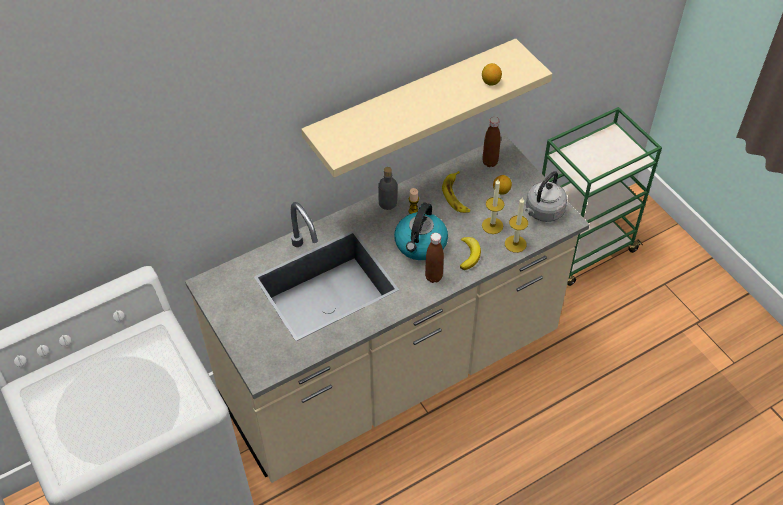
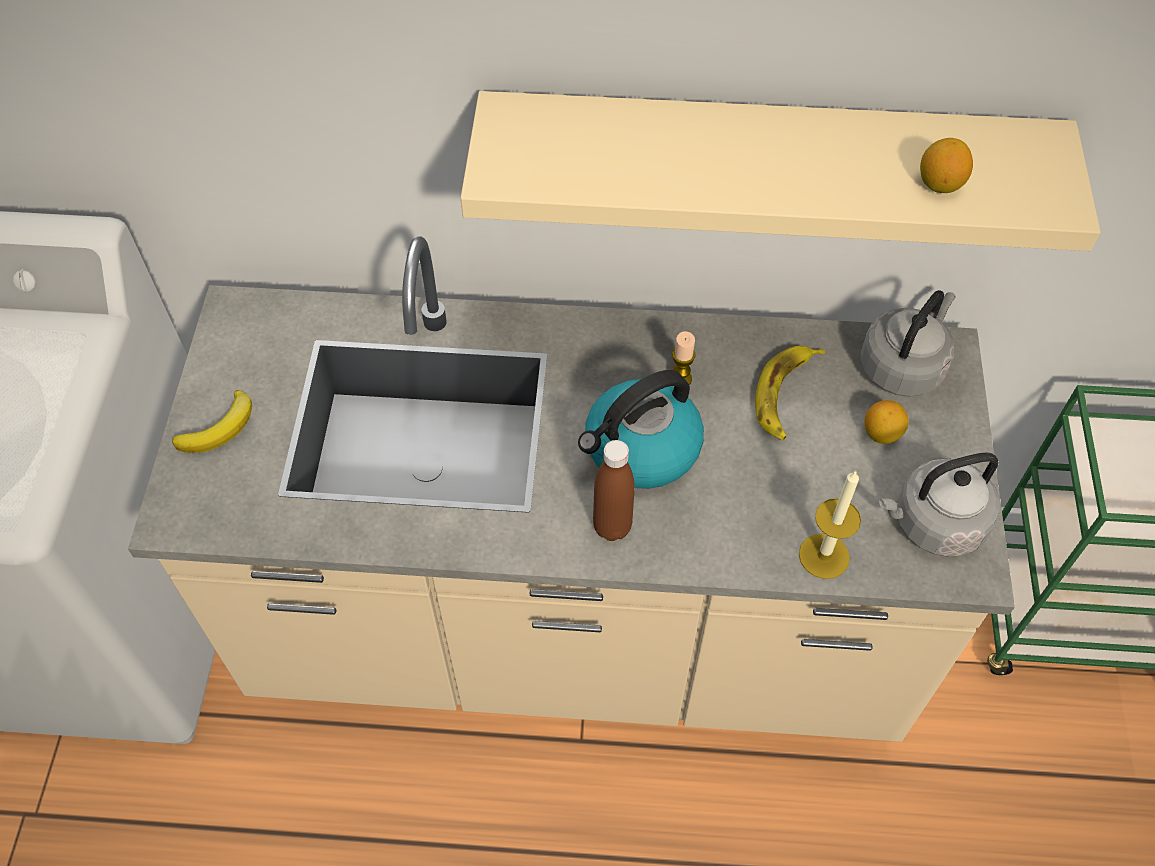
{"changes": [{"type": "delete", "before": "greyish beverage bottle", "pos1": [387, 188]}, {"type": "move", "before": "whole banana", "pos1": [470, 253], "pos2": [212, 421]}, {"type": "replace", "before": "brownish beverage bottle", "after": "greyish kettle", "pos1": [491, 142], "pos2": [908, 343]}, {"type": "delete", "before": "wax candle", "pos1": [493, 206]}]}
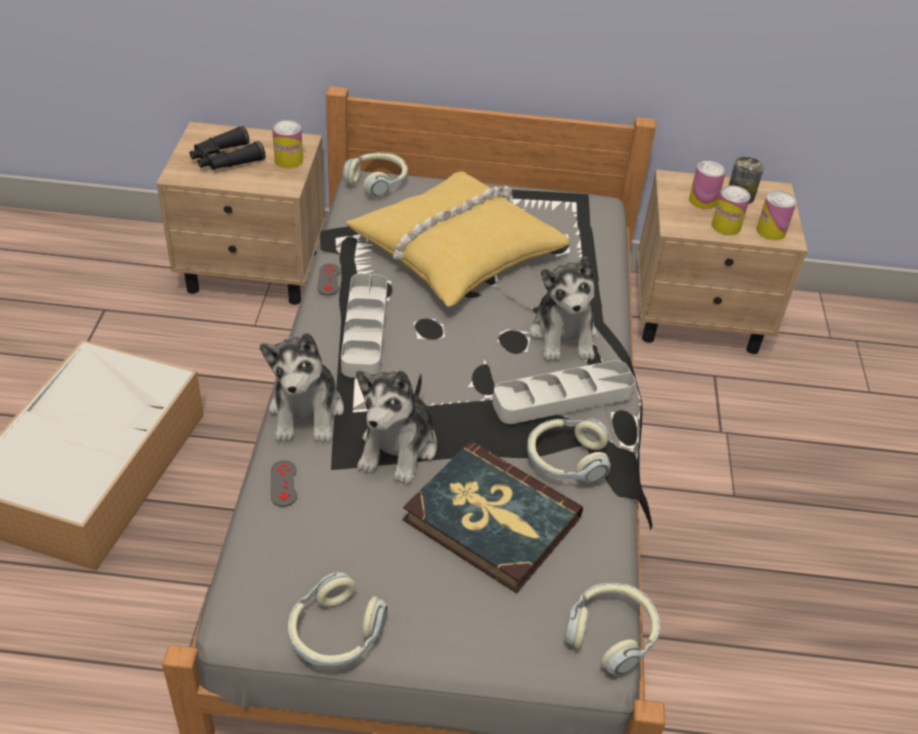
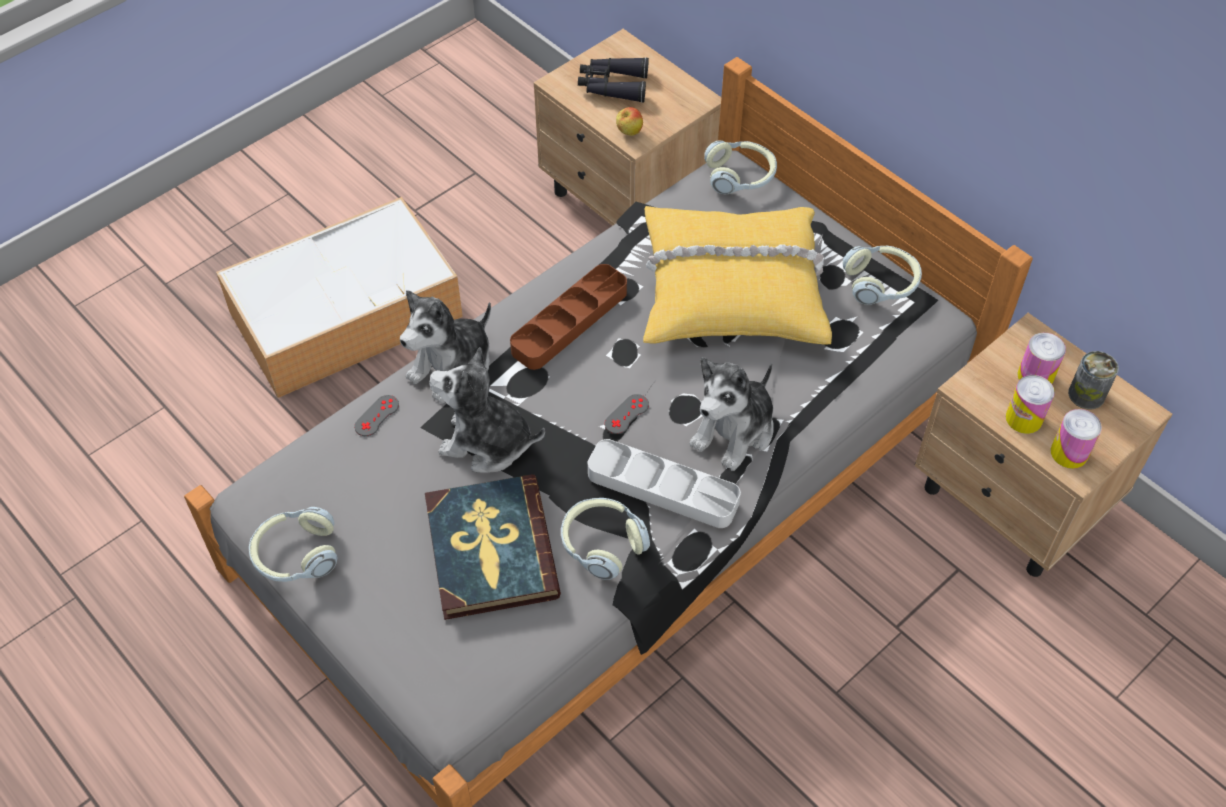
{"changes": [{"type": "delete", "before": "metal can", "pos1": [287, 144]}, {"type": "move", "before": "greyish game controller", "pos1": [328, 279], "pos2": [627, 414]}, {"type": "recolor", "before": "greyish carrying tray", "after": "brownish carrying tray", "pos1": [364, 325], "pos2": [568, 317]}, {"type": "rotate", "before": "cuddly toy", "pos1": [396, 427], "pos2": [487, 410], "turn": 45}, {"type": "move", "before": "headset", "pos1": [612, 629], "pos2": [882, 275]}, {"type": "insert", "after": "apple", "pos2": [629, 121]}]}
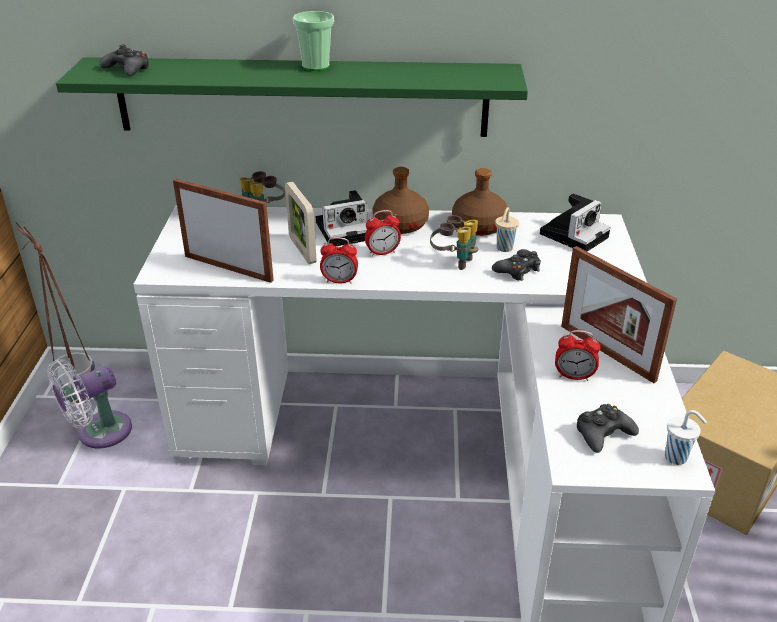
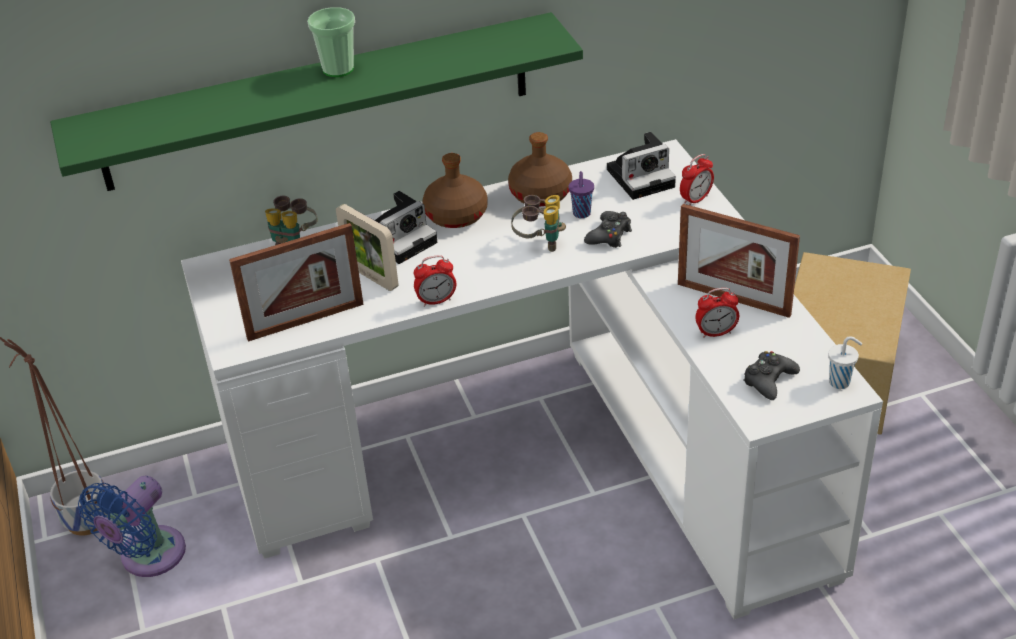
{"changes": [{"type": "recolor", "before": "whitish fan", "after": "blue fan", "pos1": [89, 404], "pos2": [132, 526]}, {"type": "delete", "before": "black-coloured game controller", "pos1": [124, 60]}, {"type": "rotate", "before": "standing frame", "pos1": [223, 231], "pos2": [296, 282], "turn": 150}, {"type": "move", "before": "bedside clock", "pos1": [383, 233], "pos2": [697, 180]}, {"type": "recolor", "before": "beige-coloured drinking cup", "after": "purple drinking cup", "pos1": [507, 229], "pos2": [581, 194]}, {"type": "rotate", "before": "still camera", "pos1": [575, 223], "pos2": [641, 166], "turn": 45}]}
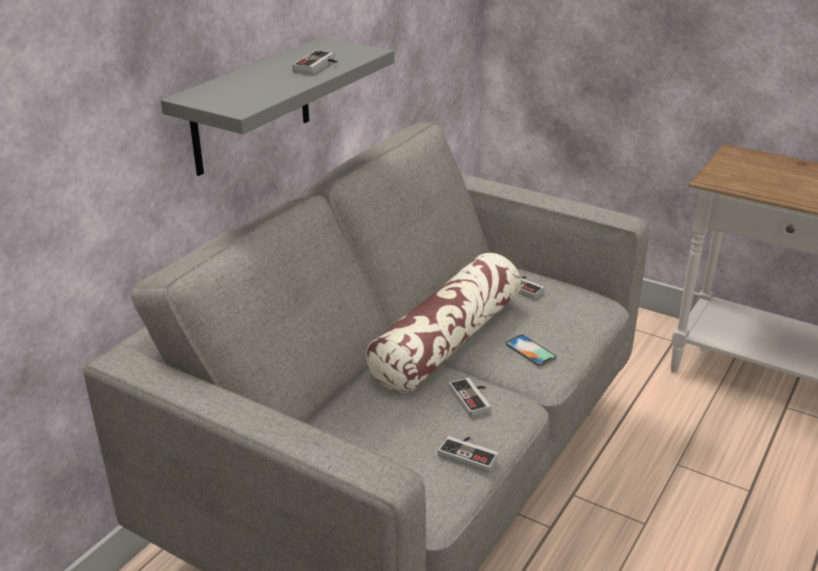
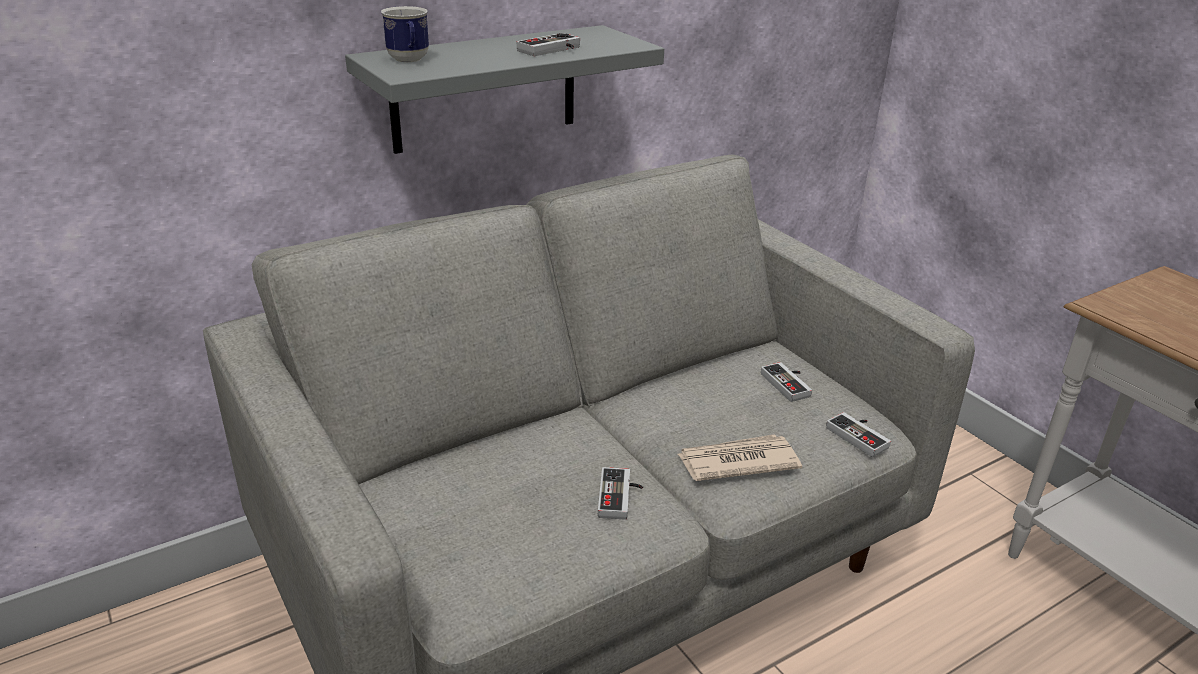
{"changes": [{"type": "delete", "before": "pillow", "pos1": [443, 323]}, {"type": "move", "before": "game controller", "pos1": [468, 454], "pos2": [858, 434]}, {"type": "replace", "before": "phone", "after": "daily paper", "pos1": [531, 350], "pos2": [739, 457]}, {"type": "insert", "after": "mug", "pos2": [405, 34]}]}
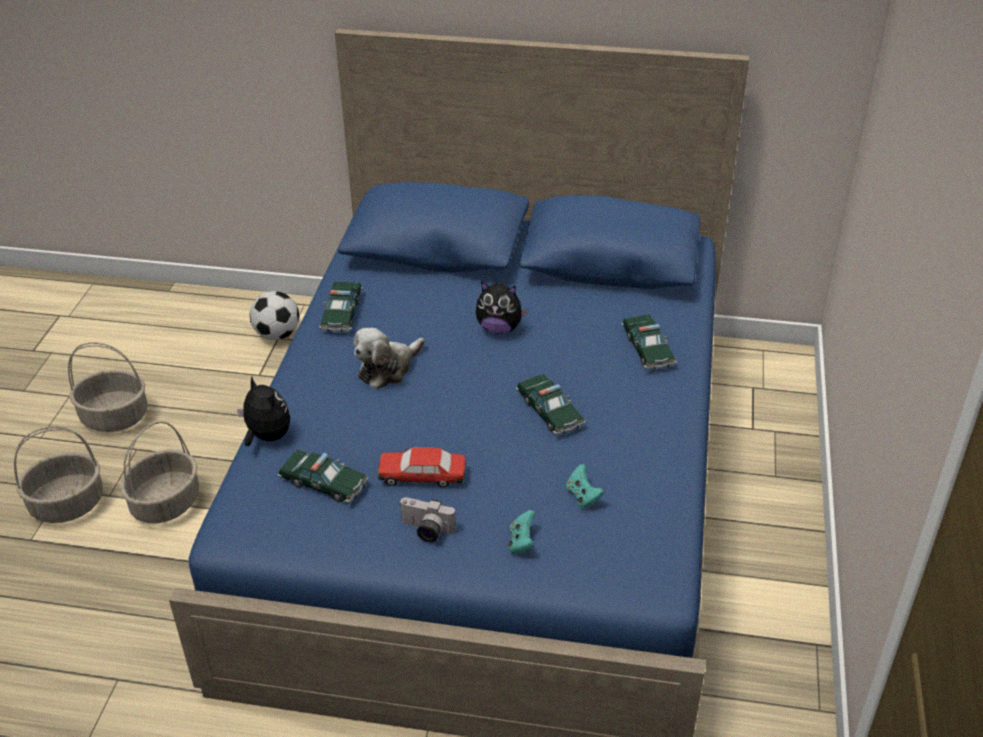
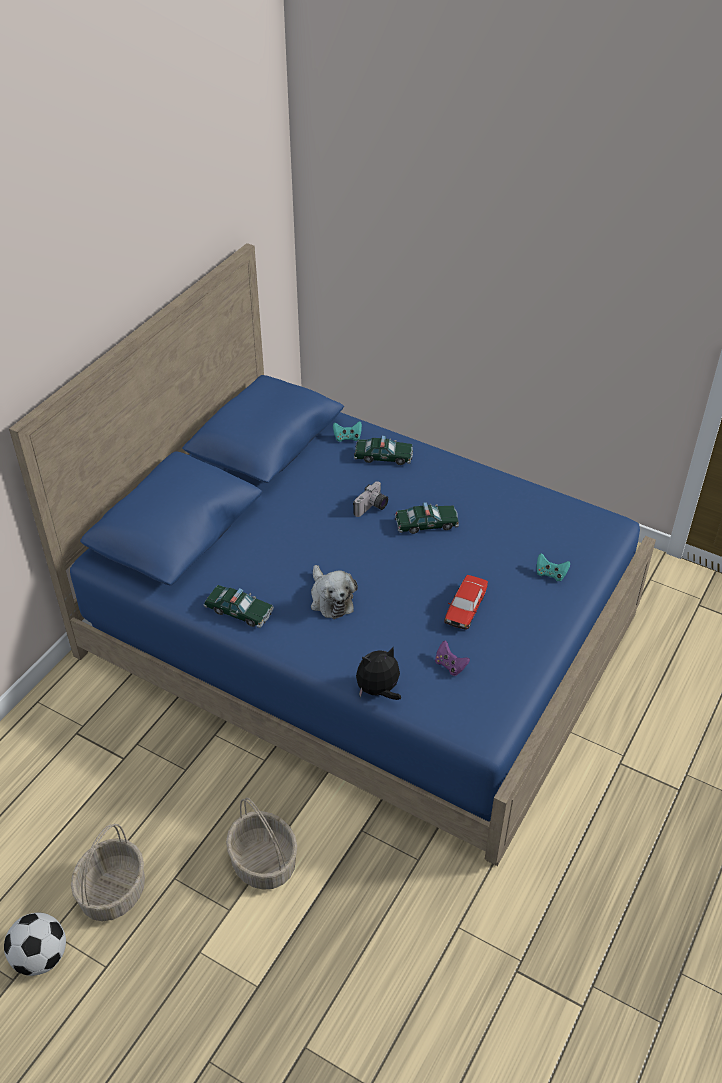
{"changes": [{"type": "delete", "before": "basket", "pos1": [58, 474]}, {"type": "move", "before": "football ball", "pos1": [274, 315], "pos2": [35, 944]}, {"type": "replace", "before": "miniature car", "after": "purple game controller", "pos1": [323, 476], "pos2": [452, 658]}, {"type": "move", "before": "still camera", "pos1": [428, 519], "pos2": [370, 499]}, {"type": "delete", "before": "cuddly toy", "pos1": [502, 307]}, {"type": "move", "before": "turquoise-coloured game controller", "pos1": [585, 486], "pos2": [347, 431]}]}
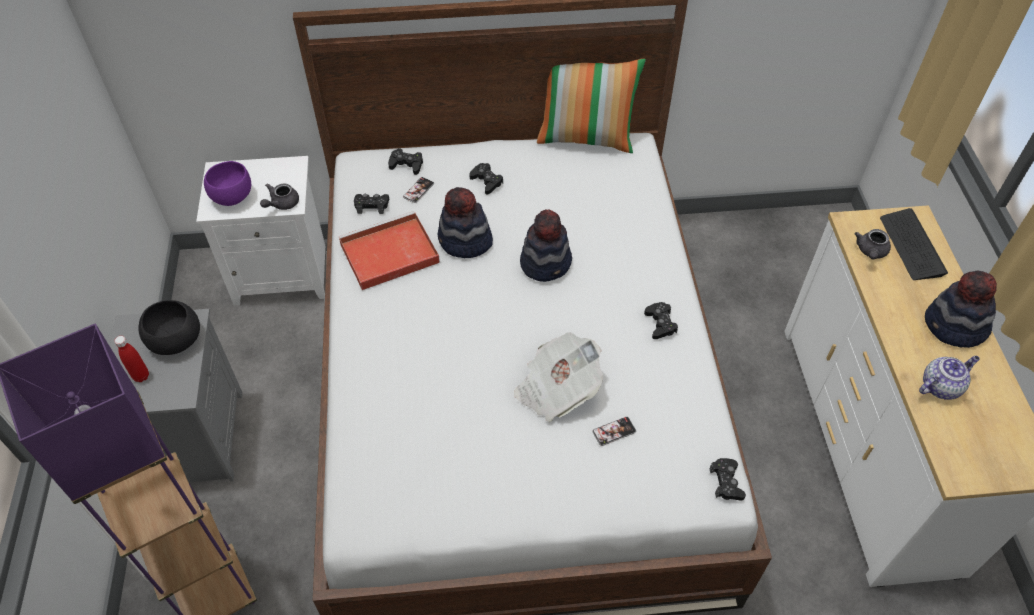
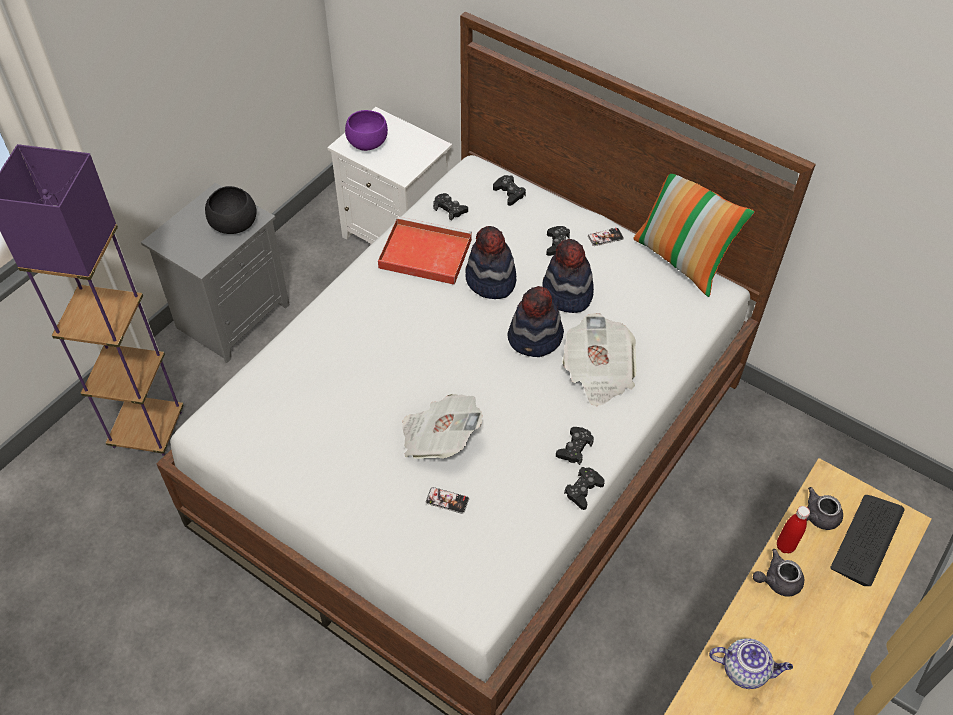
{"changes": [{"type": "move", "before": "red beverage bottle", "pos1": [131, 359], "pos2": [793, 530]}, {"type": "move", "before": "greyish pot for tea", "pos1": [279, 196], "pos2": [778, 572]}, {"type": "move", "before": "phone", "pos1": [418, 190], "pos2": [606, 237]}, {"type": "move", "before": "black-coloured game controller", "pos1": [727, 479], "pos2": [584, 488]}, {"type": "move", "before": "clothing hat", "pos1": [961, 309], "pos2": [568, 276]}, {"type": "insert", "after": "daily paper", "pos2": [599, 359]}]}
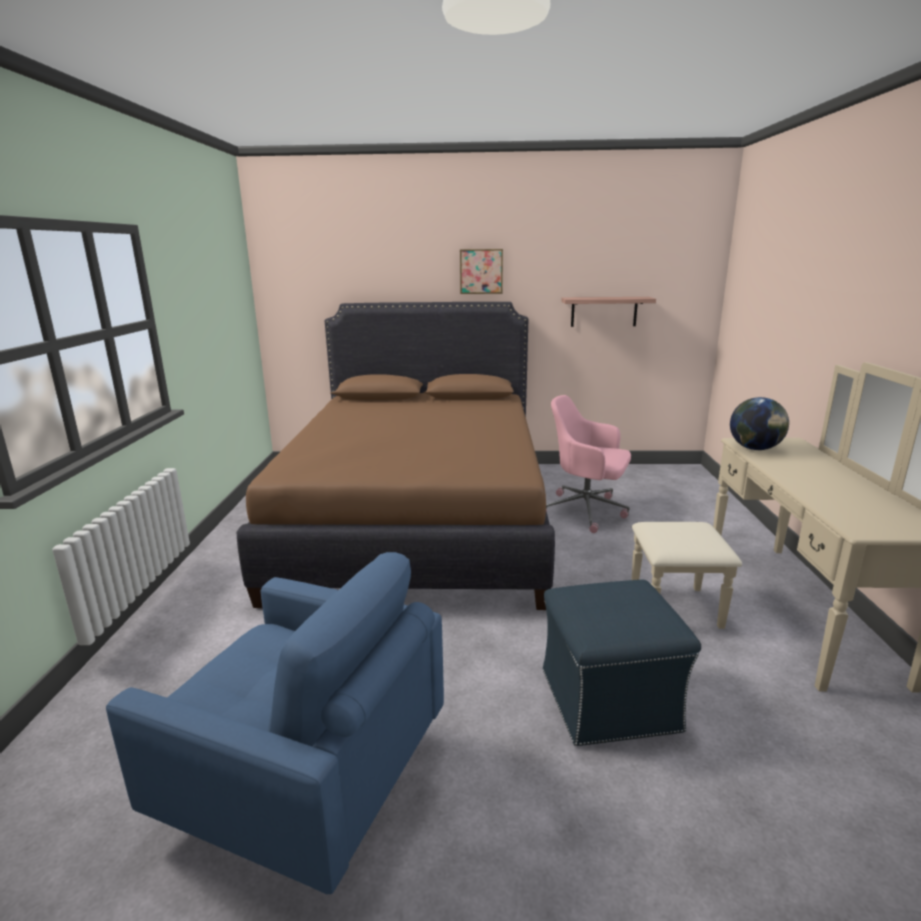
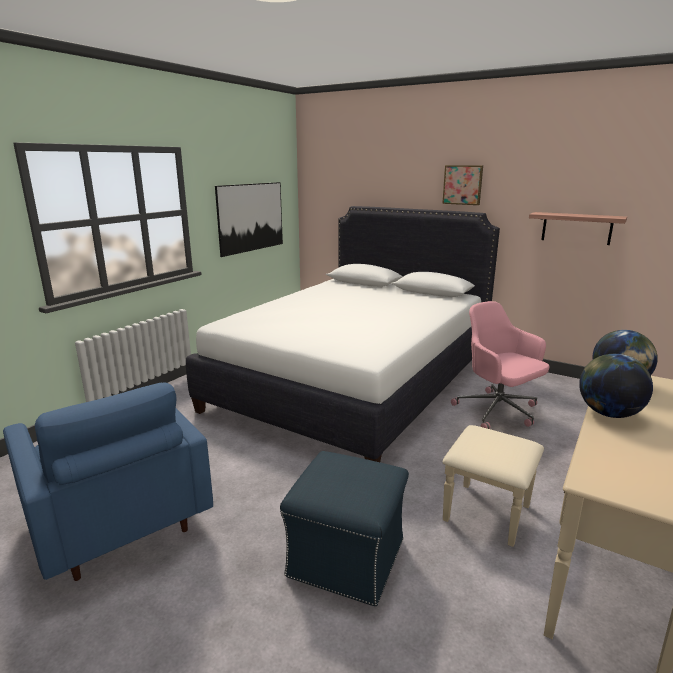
{"changes": [{"type": "recolor", "before": "brownish bedroom bed", "after": "whitish bedroom bed", "pos1": [396, 456], "pos2": [343, 334]}, {"type": "insert", "after": "wall picture", "pos2": [249, 219]}, {"type": "insert", "after": "desk globe", "pos2": [616, 386]}]}
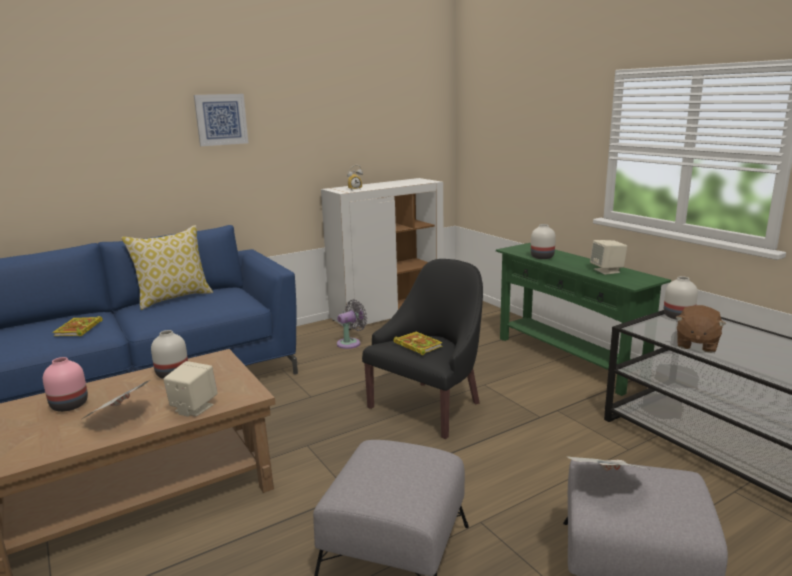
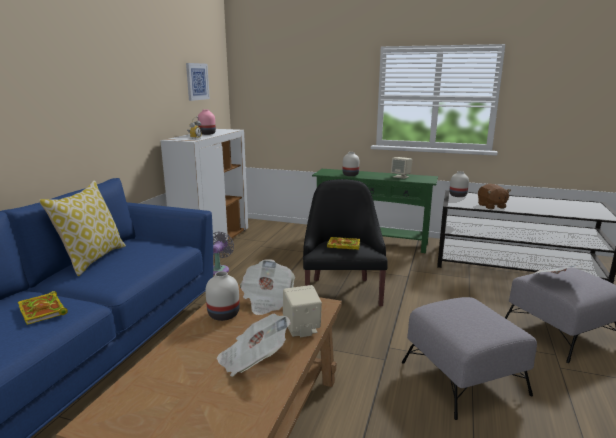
{"changes": [{"type": "move", "before": "pink vase", "pos1": [65, 384], "pos2": [207, 122]}, {"type": "move", "before": "wall picture", "pos1": [221, 120], "pos2": [198, 82]}, {"type": "insert", "after": "daily paper", "pos2": [267, 287]}]}
